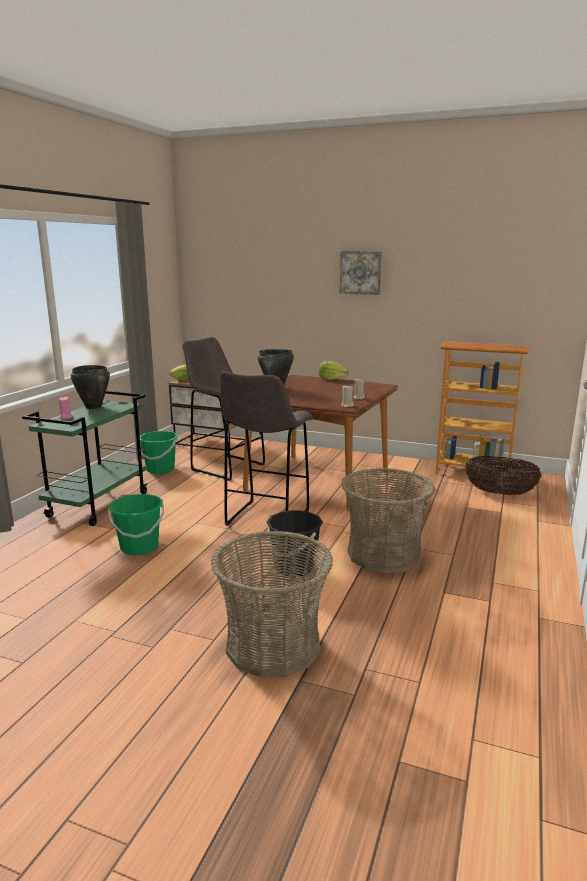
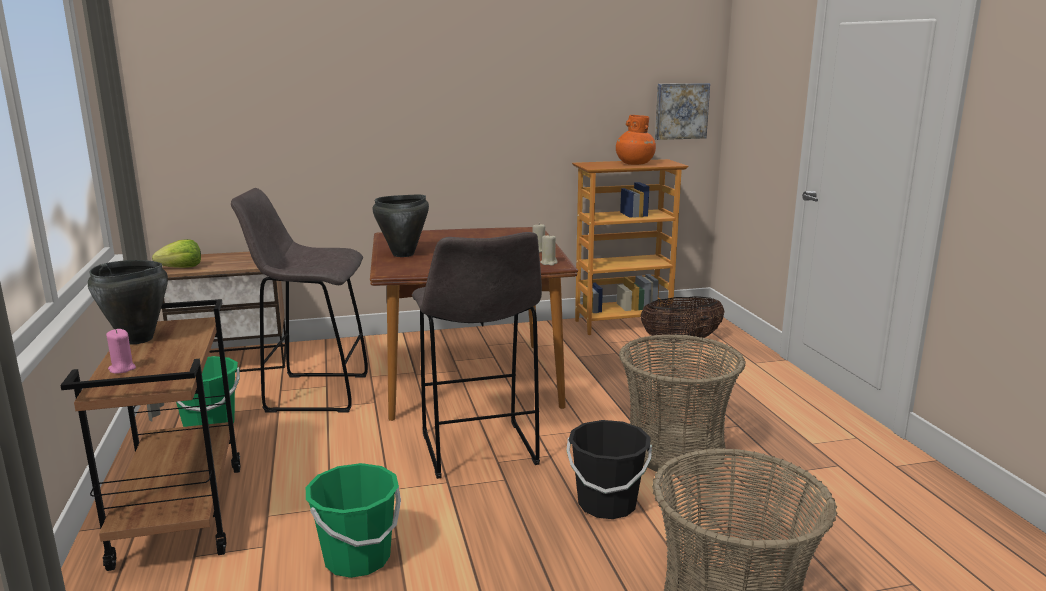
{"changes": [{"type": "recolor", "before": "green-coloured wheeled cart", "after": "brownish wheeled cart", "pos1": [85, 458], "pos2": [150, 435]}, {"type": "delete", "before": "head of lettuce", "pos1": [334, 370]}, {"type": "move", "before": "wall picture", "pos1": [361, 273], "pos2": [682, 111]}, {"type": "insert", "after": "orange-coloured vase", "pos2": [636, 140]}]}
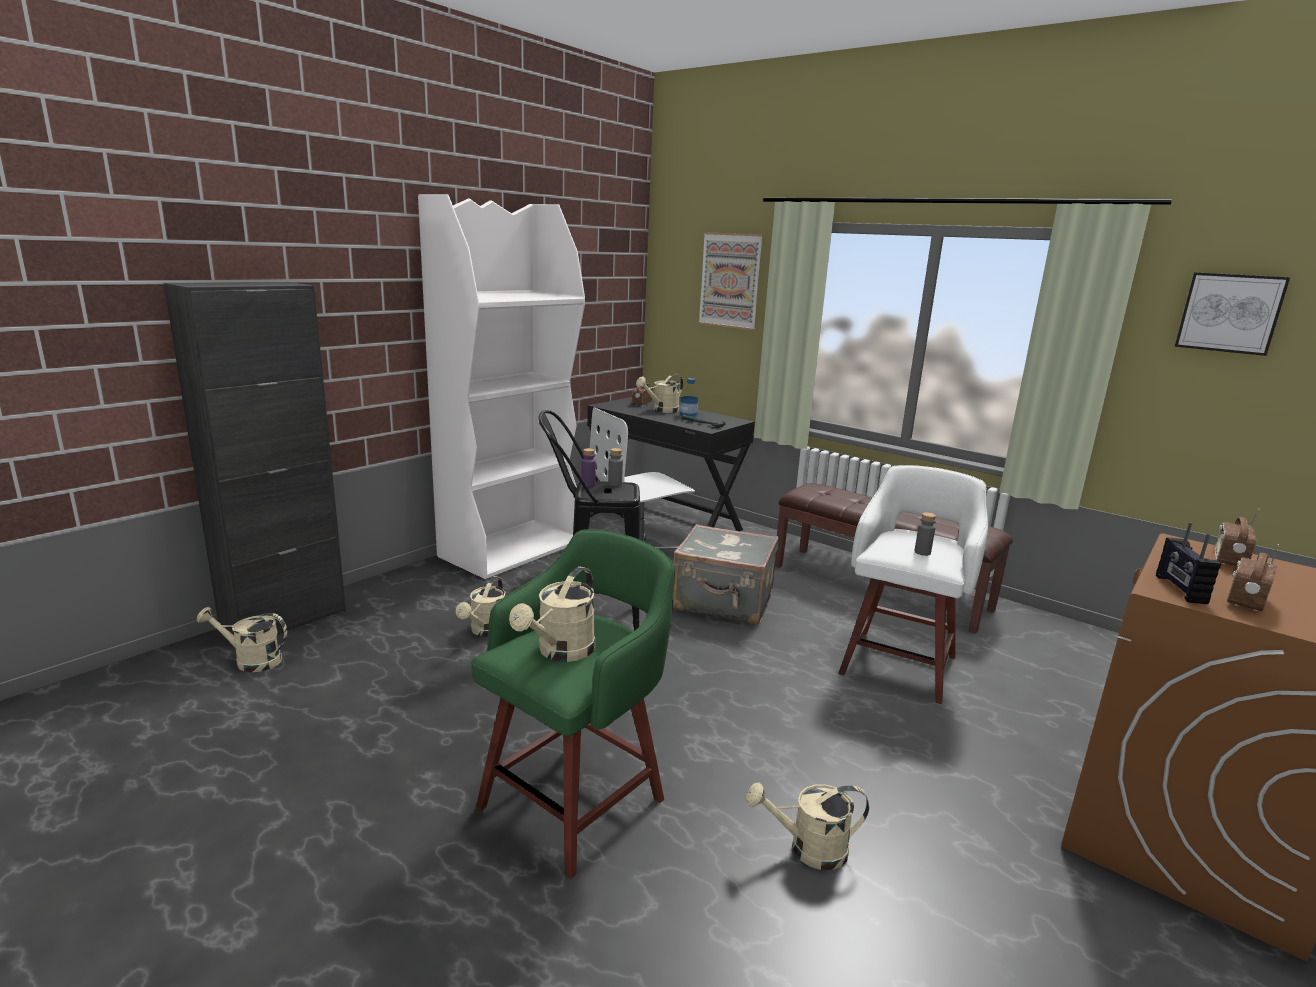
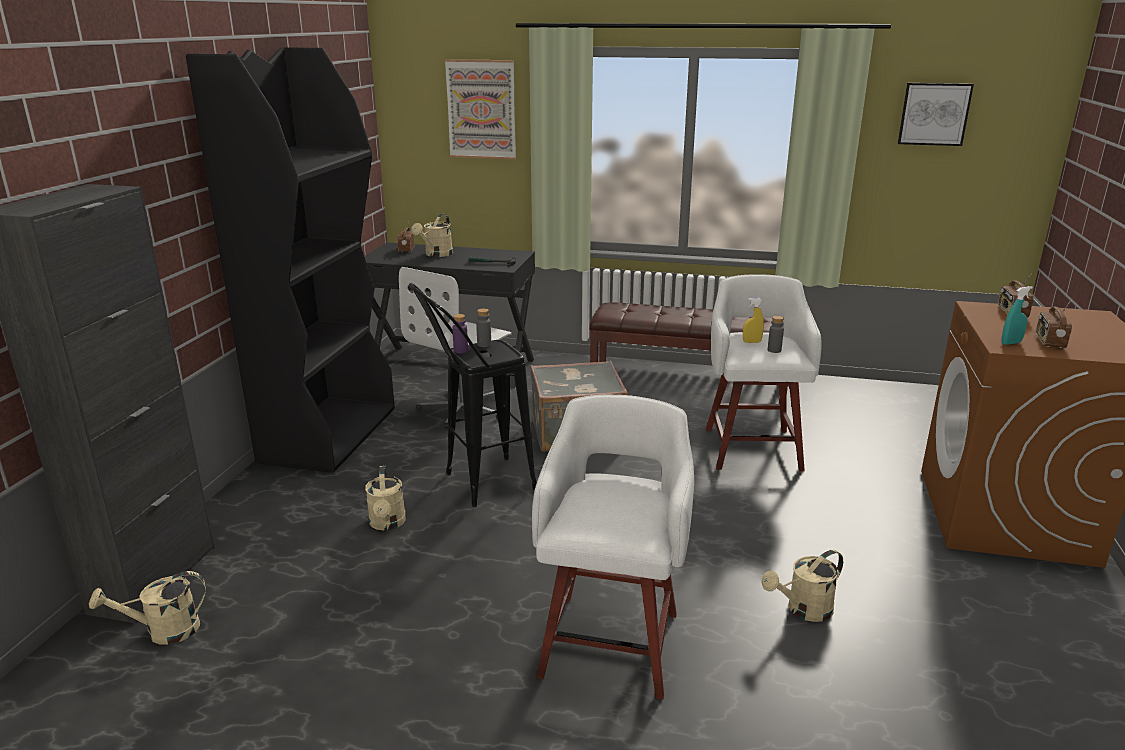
{"changes": [{"type": "recolor", "before": "whitish bookcase", "after": "black-coloured bookcase", "pos1": [501, 386], "pos2": [290, 260]}, {"type": "recolor", "before": "green-coloured stool", "after": "whitish stool", "pos1": [573, 704], "pos2": [613, 547]}, {"type": "delete", "before": "beige-coloured watering pot", "pos1": [552, 614]}, {"type": "delete", "before": "beverage bottle", "pos1": [689, 397]}, {"type": "replace", "before": "radio receiver", "after": "turquoise-coloured sprayer", "pos1": [1188, 563], "pos2": [1017, 315]}, {"type": "insert", "after": "yellow-coloured sprayer", "pos2": [753, 320]}]}
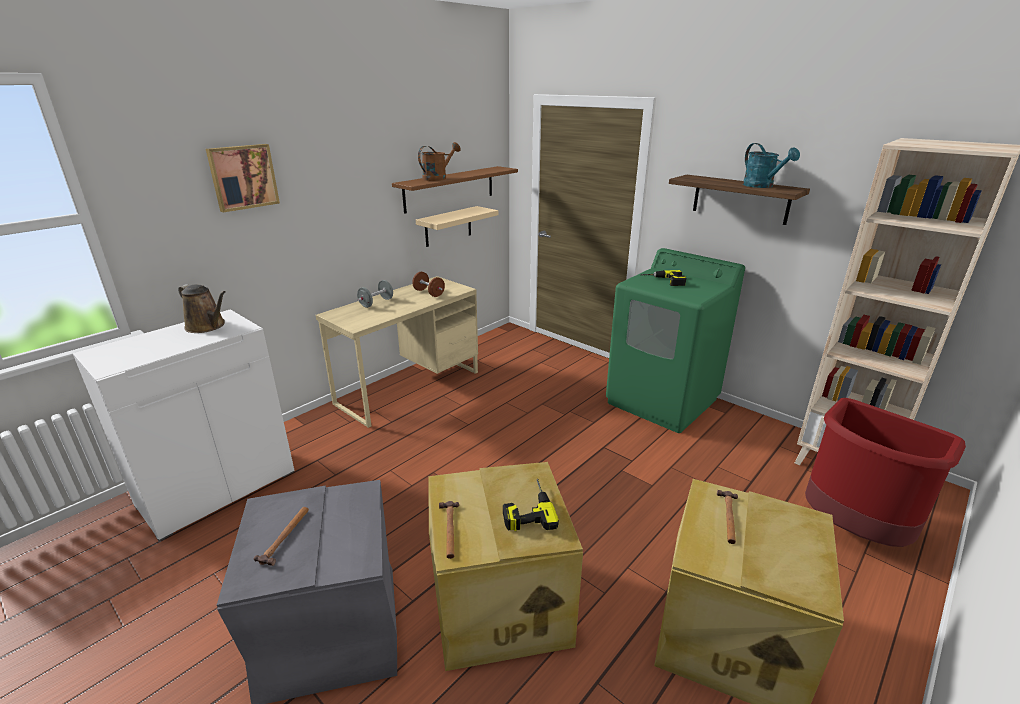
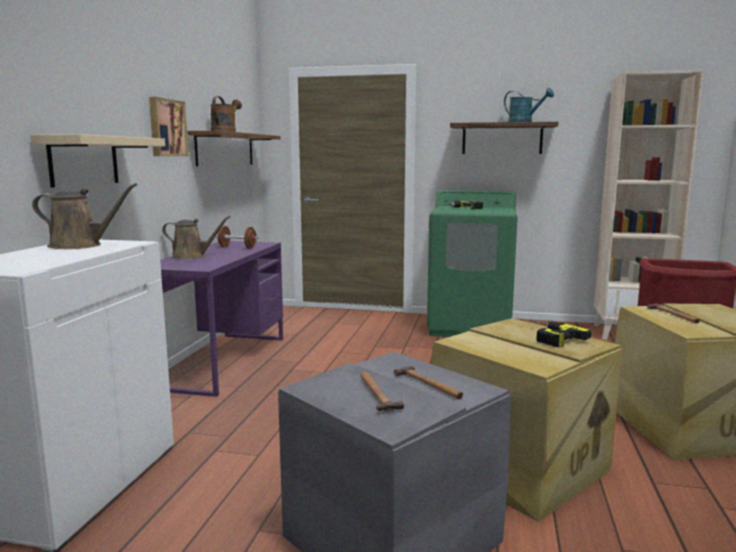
{"changes": [{"type": "move", "before": "wall picture", "pos1": [243, 178], "pos2": [169, 126]}, {"type": "recolor", "before": "beige-coloured desk", "after": "purple desk", "pos1": [397, 352], "pos2": [221, 319]}, {"type": "replace", "before": "greyish free weight", "after": "brownish watering pot", "pos1": [375, 294], "pos2": [196, 237]}, {"type": "move", "before": "beige-coloured bracket shelf", "pos1": [457, 226], "pos2": [98, 160]}, {"type": "move", "before": "tool hammer", "pos1": [449, 530], "pos2": [428, 382]}]}
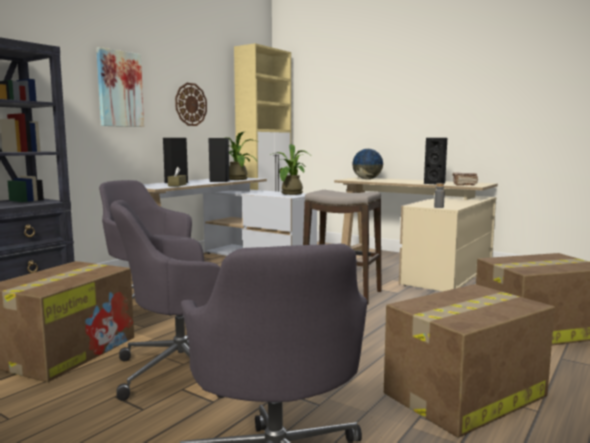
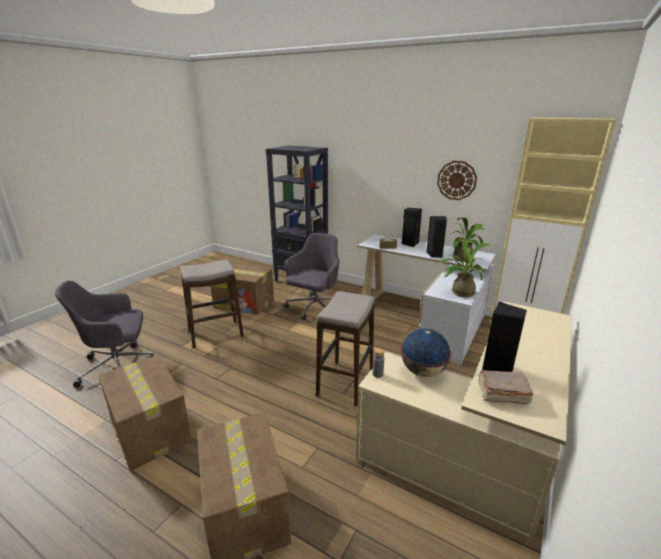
{"changes": [{"type": "delete", "before": "wall picture", "pos1": [120, 87]}, {"type": "replace", "before": "greyish computer chair", "after": "stool", "pos1": [167, 300], "pos2": [212, 303]}, {"type": "move", "before": "desk globe", "pos1": [368, 164], "pos2": [425, 353]}]}
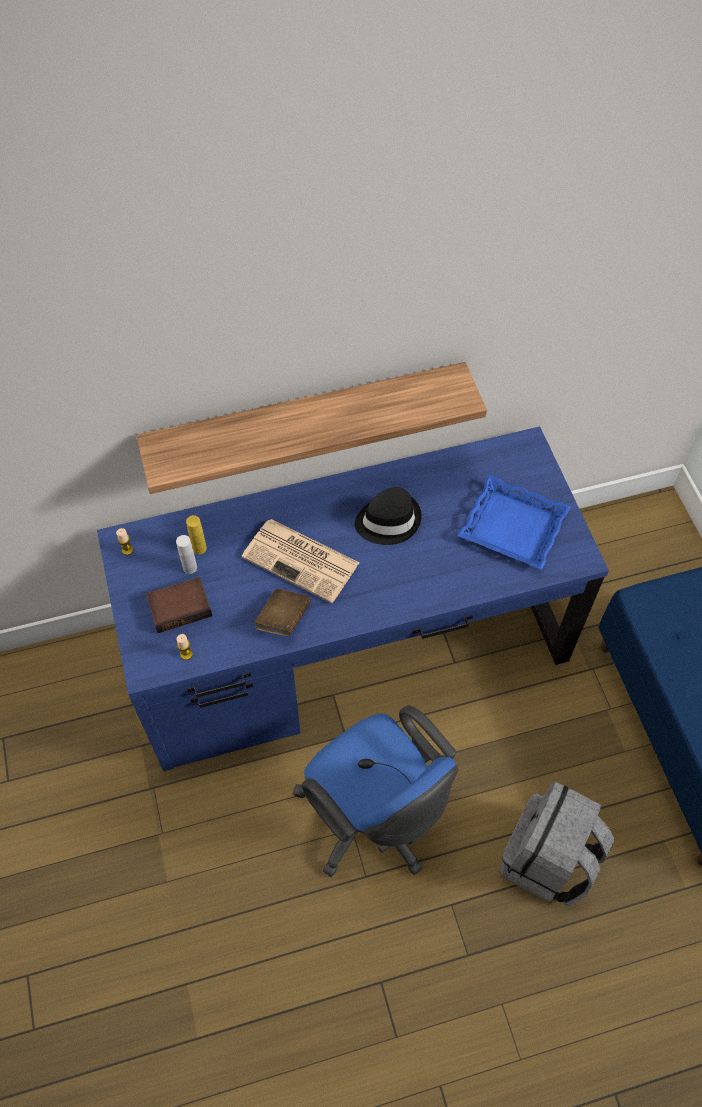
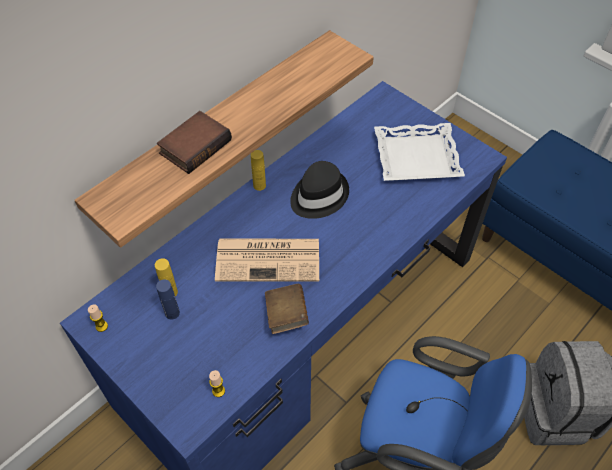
{"changes": [{"type": "move", "before": "book", "pos1": [179, 605], "pos2": [194, 142]}, {"type": "recolor", "before": "whitish beverage bottle", "after": "blue beverage bottle", "pos1": [186, 554], "pos2": [168, 299]}, {"type": "recolor", "before": "blue carrying tray", "after": "whitish carrying tray", "pos1": [514, 522], "pos2": [419, 152]}, {"type": "insert", "after": "yellow-coloured beverage bottle", "pos2": [258, 170]}]}
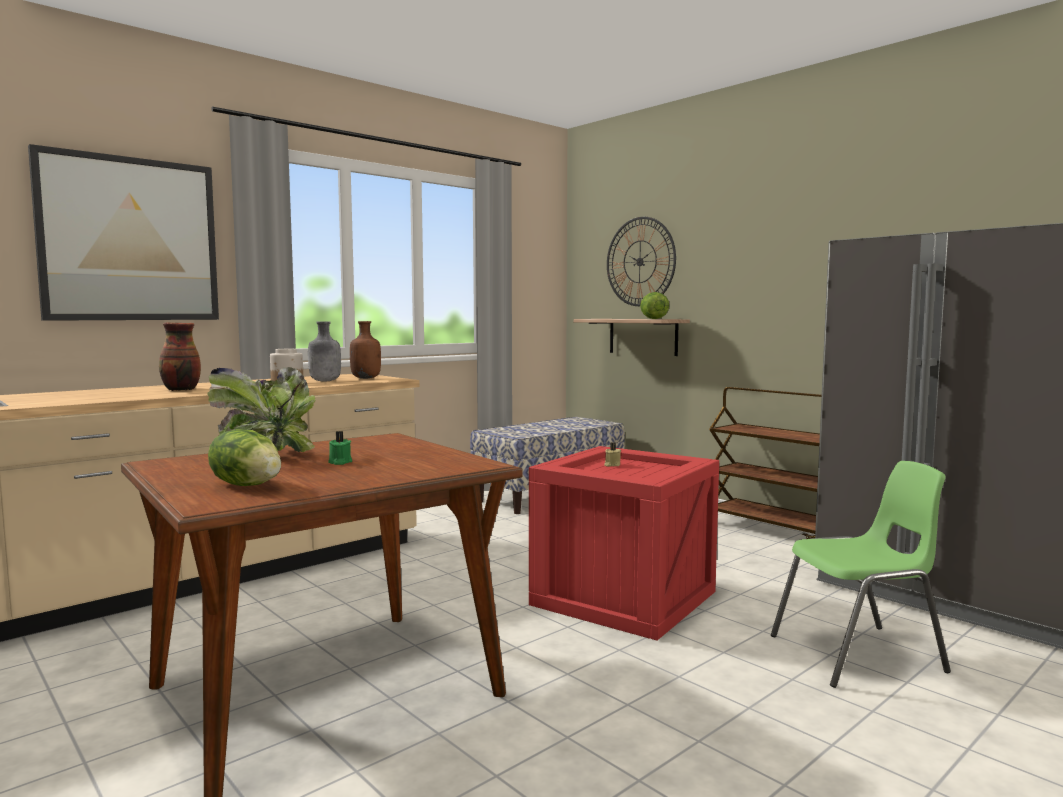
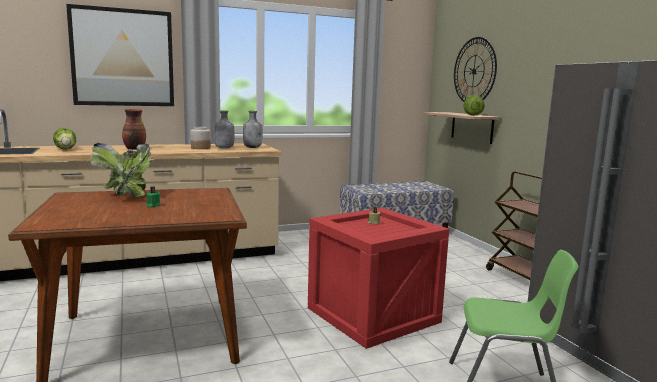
{"changes": [{"type": "move", "before": "head of lettuce", "pos1": [244, 457], "pos2": [64, 138]}, {"type": "recolor", "before": "brownish beverage bottle", "after": "greyish beverage bottle", "pos1": [365, 350], "pos2": [253, 129]}]}
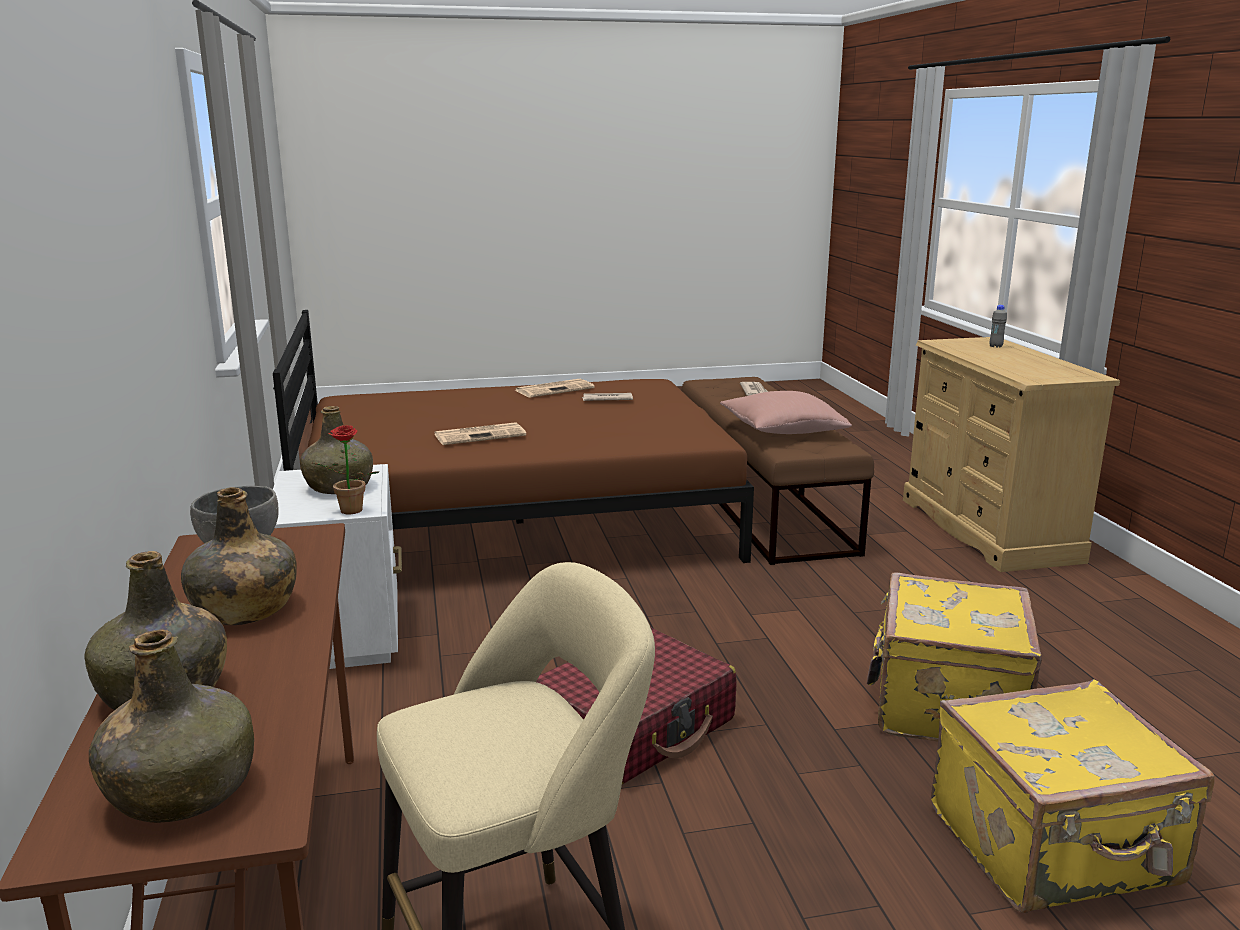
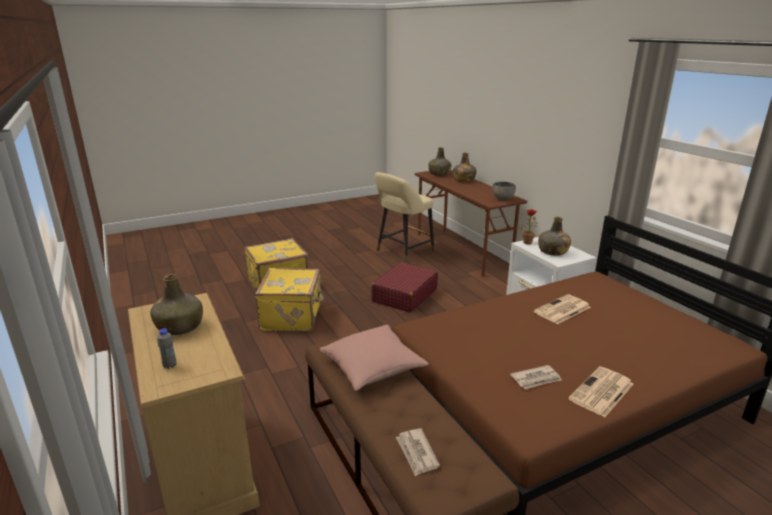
{"changes": [{"type": "move", "before": "green-coloured beverage bottle", "pos1": [239, 556], "pos2": [176, 304]}]}
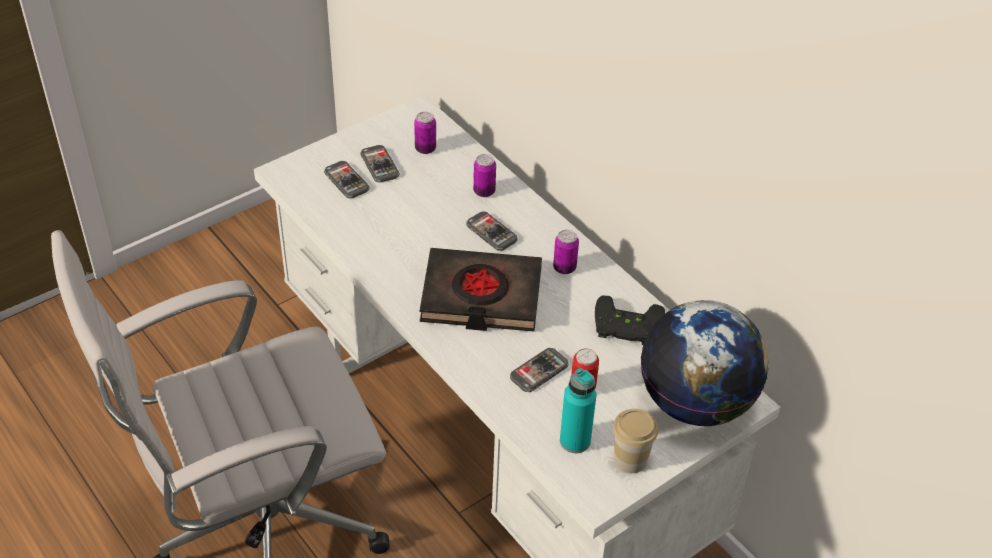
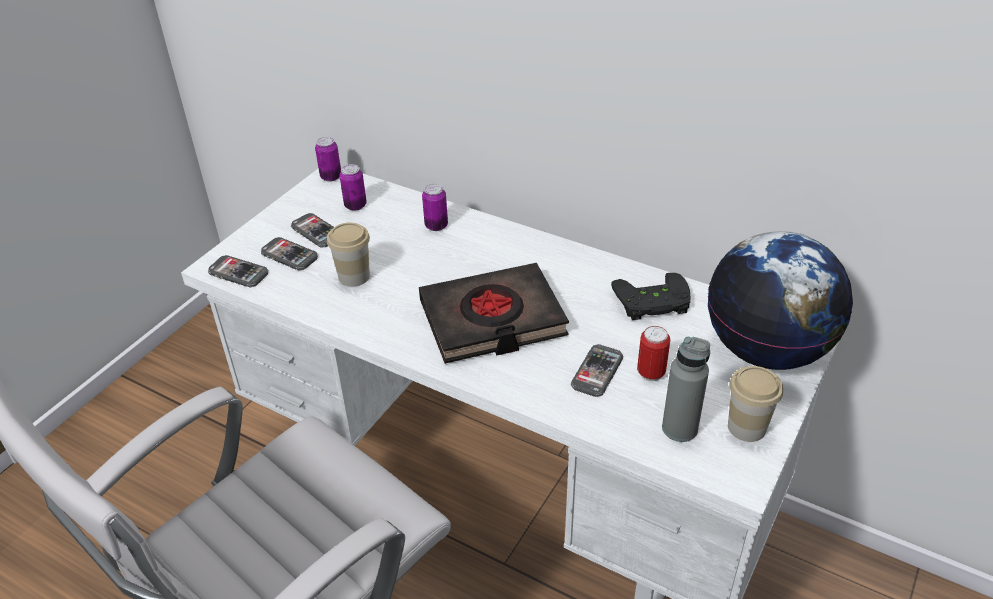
{"changes": [{"type": "move", "before": "phone", "pos1": [492, 231], "pos2": [238, 271]}, {"type": "move", "before": "metal can", "pos1": [566, 252], "pos2": [328, 159]}, {"type": "recolor", "before": "turquoise-coloured beverage bottle", "after": "greyish beverage bottle", "pos1": [578, 410], "pos2": [686, 389]}, {"type": "insert", "after": "drinking cup", "pos2": [348, 254]}]}
